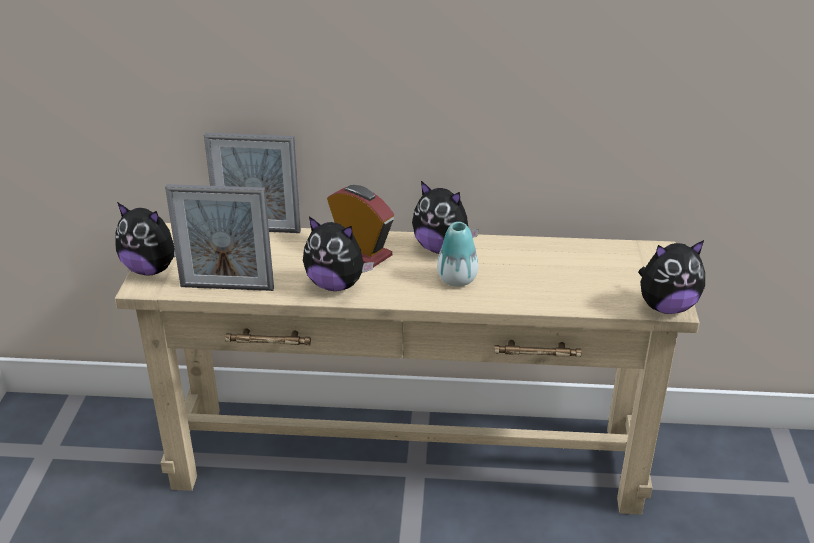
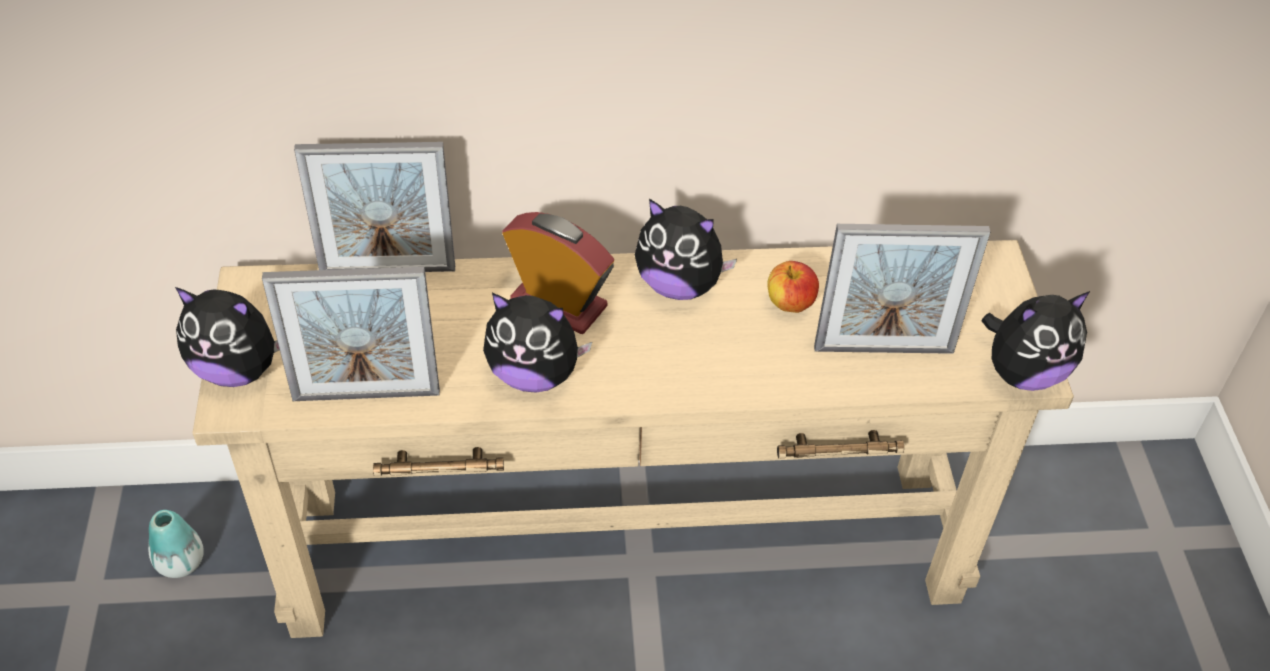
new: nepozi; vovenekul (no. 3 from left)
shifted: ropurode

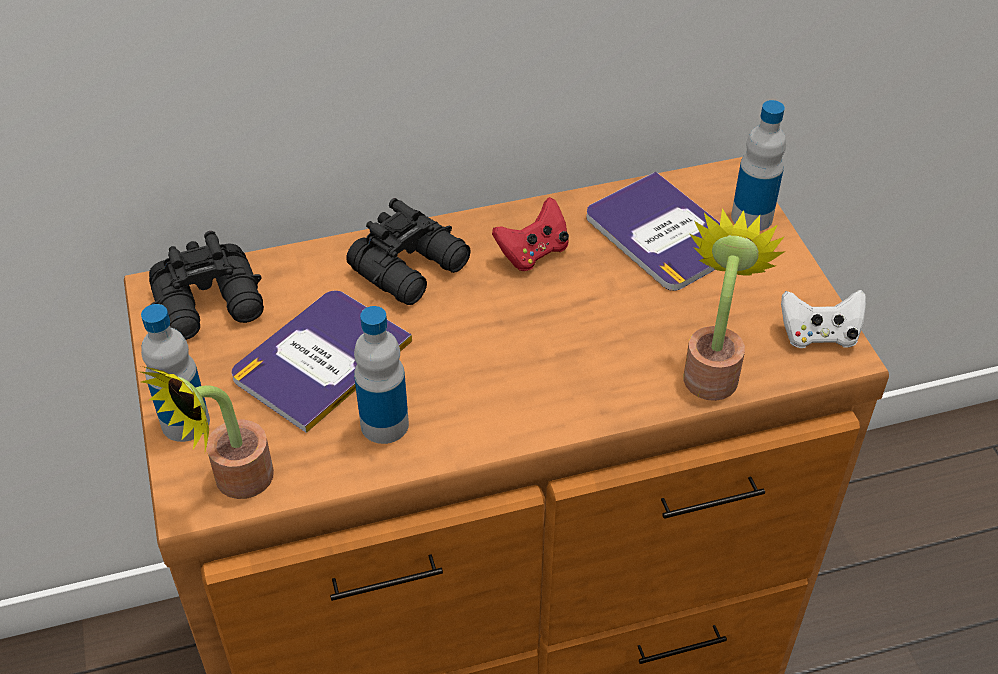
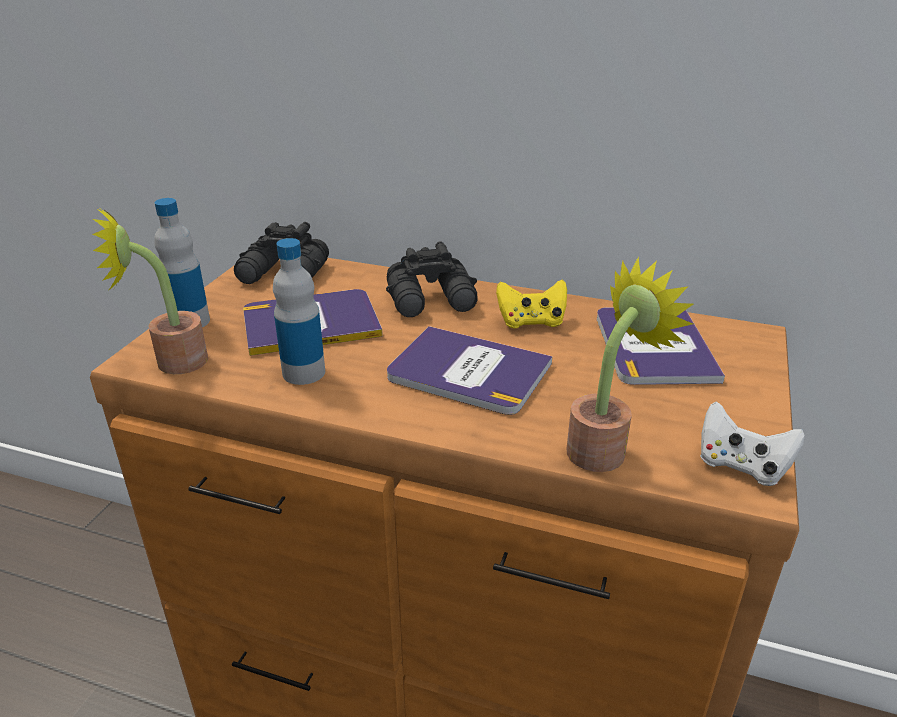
gone: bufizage (no. 3 from left)
new: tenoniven (no. 2 from left)
repainted: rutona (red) to rutona (yellow)

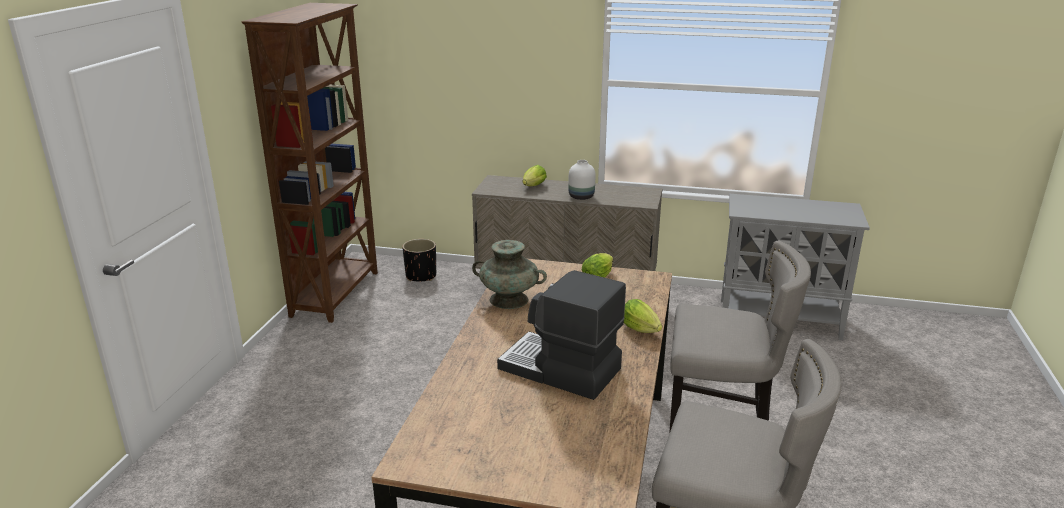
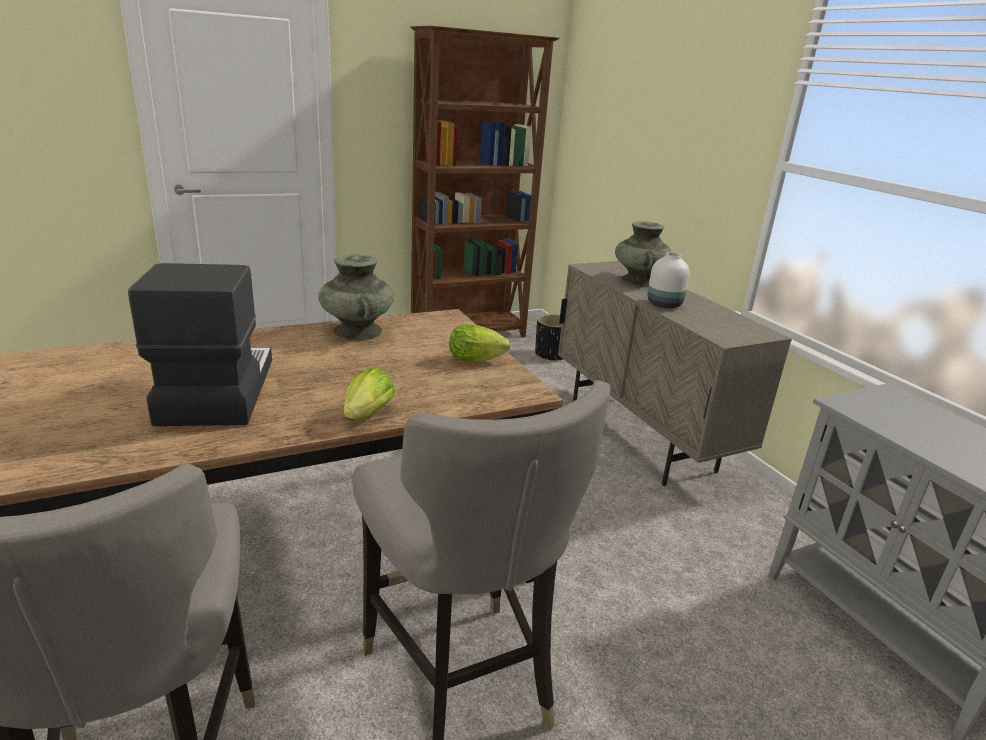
swapped: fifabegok (no. 1 from left) to ropurode (turquoise) (no. 2 from left)

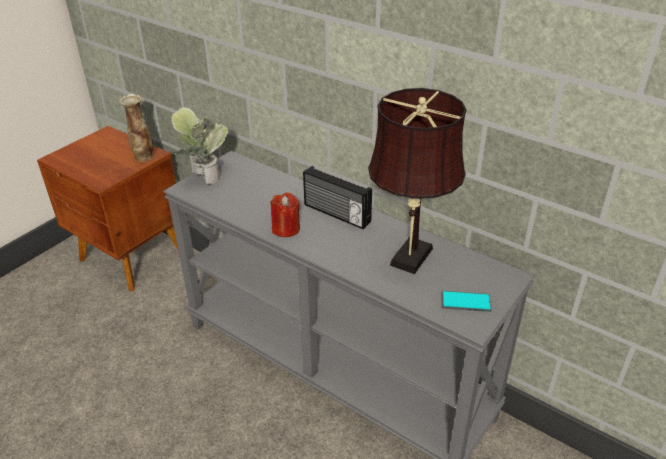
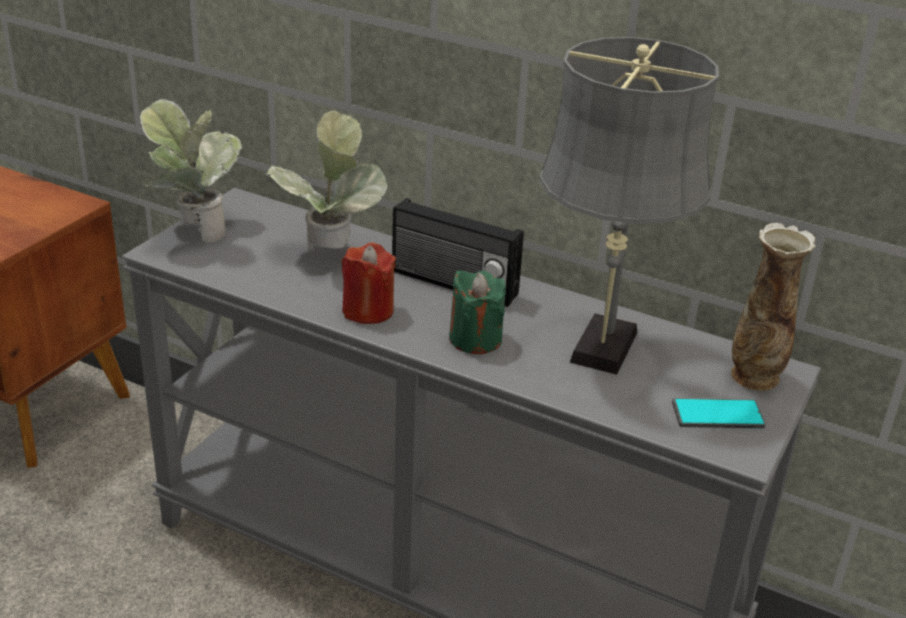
new: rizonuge (no. 2 from left); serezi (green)
shifted: ropurode
repainted: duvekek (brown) to duvekek (grey)

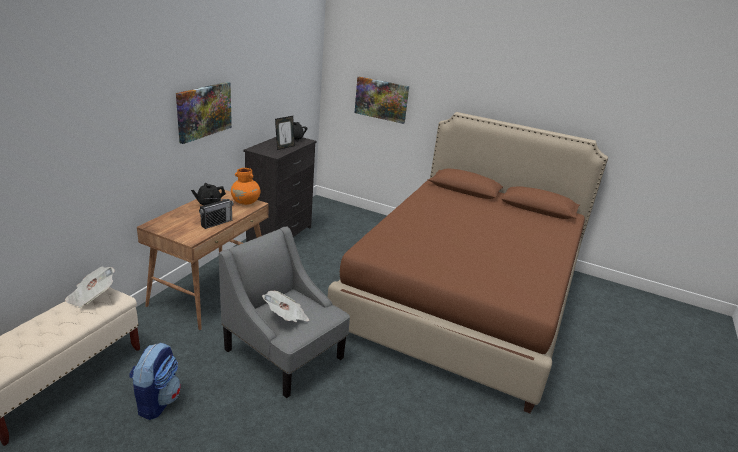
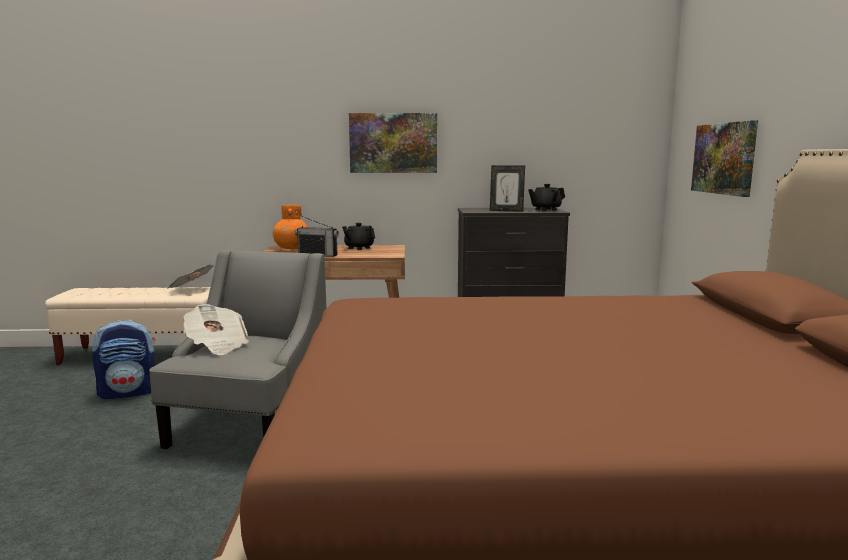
shifted: ropurode (orange)

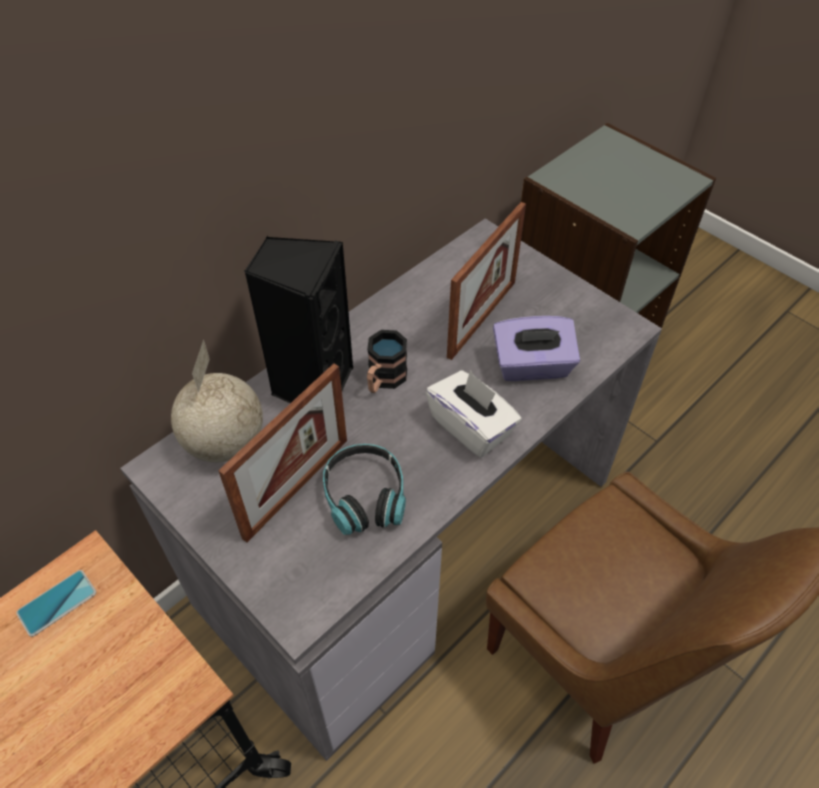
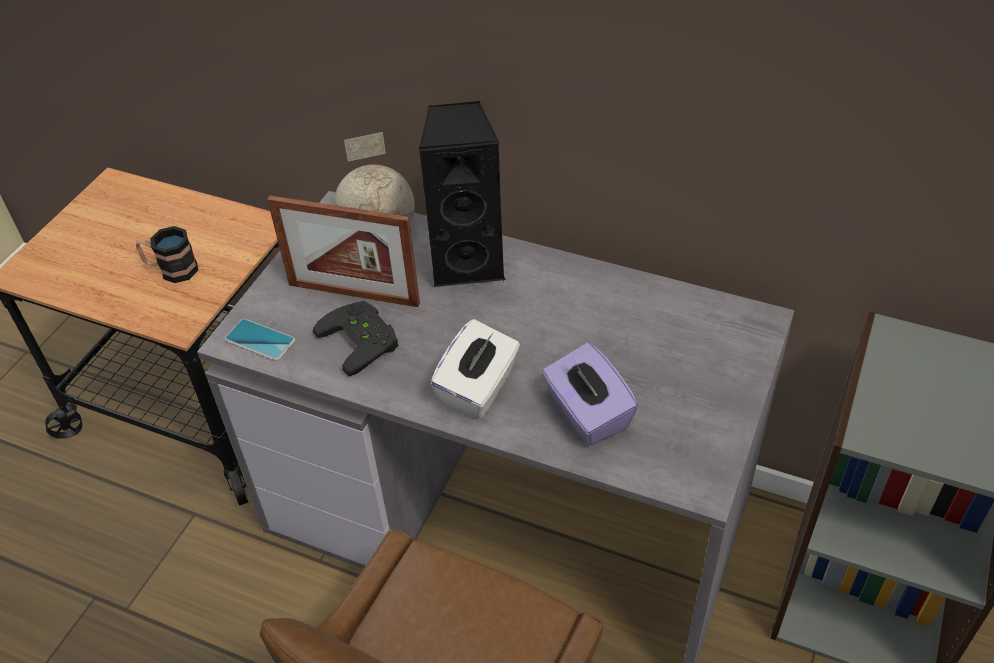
gone: vovenekul (no. 2 from left)
shifted: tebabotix; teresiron
swapped: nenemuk to rutona (black)

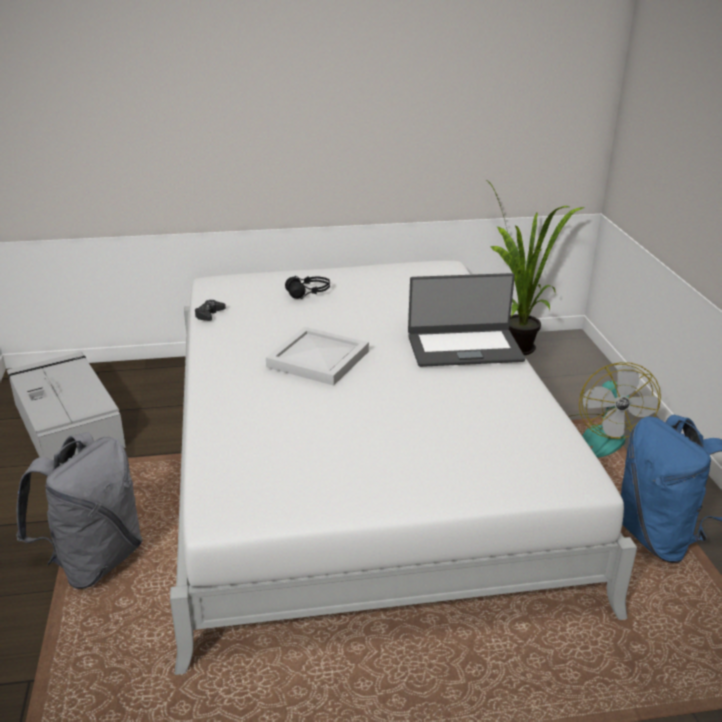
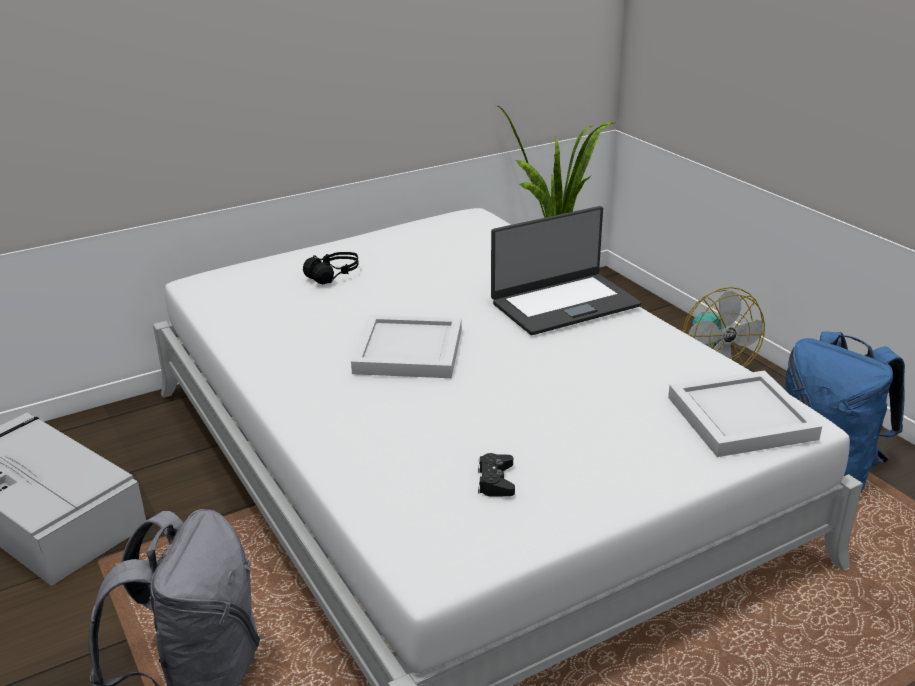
new: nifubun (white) (no. 2 from left)
shifted: rutona (black)

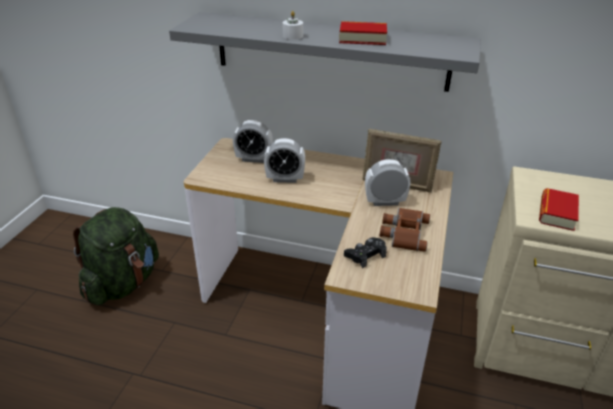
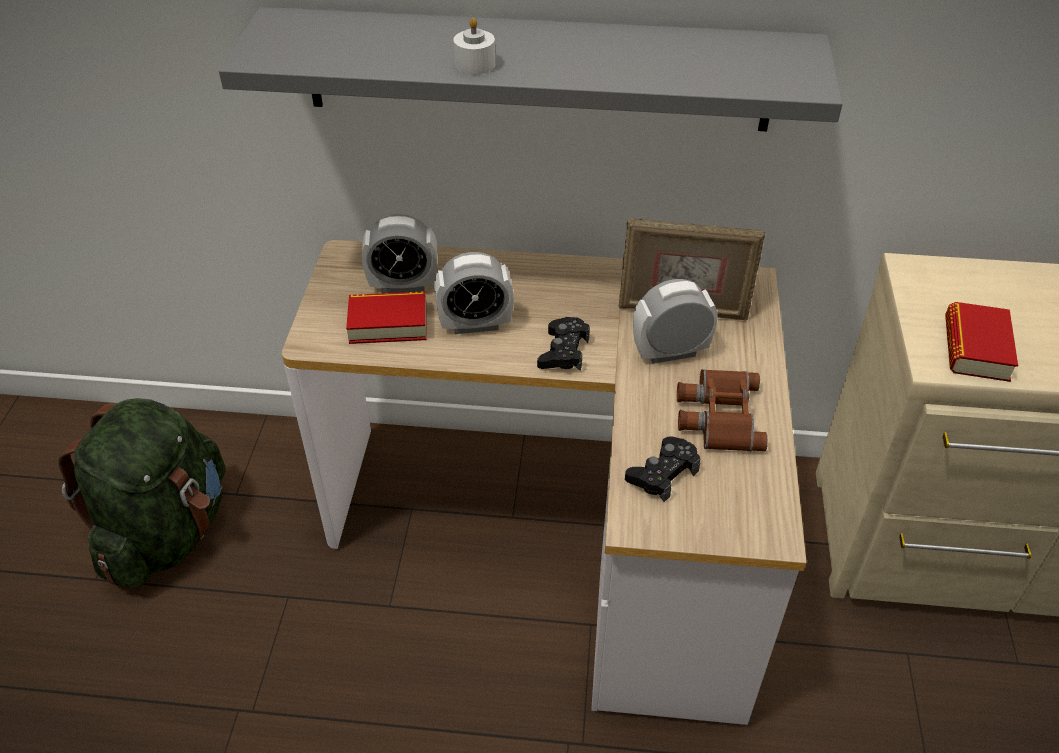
new: rutona (black) (no. 1 from left)
shifted: tenoniven (no. 1 from left)

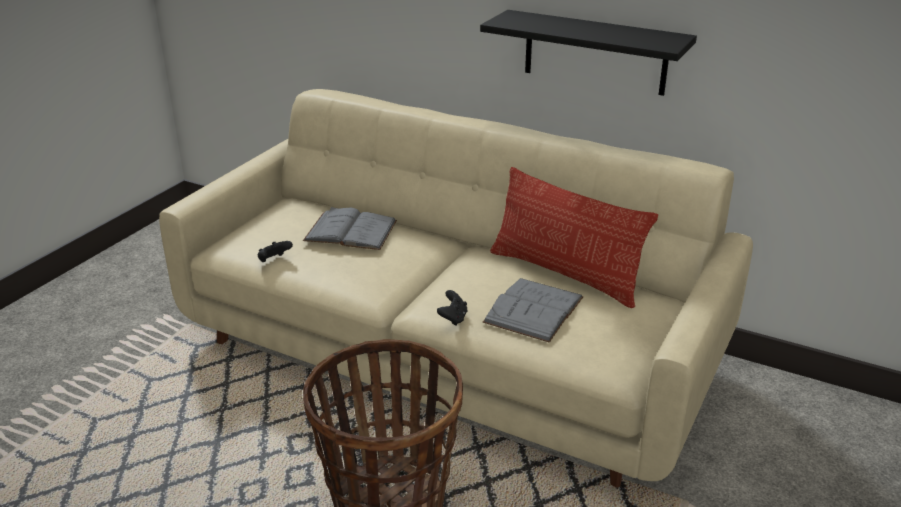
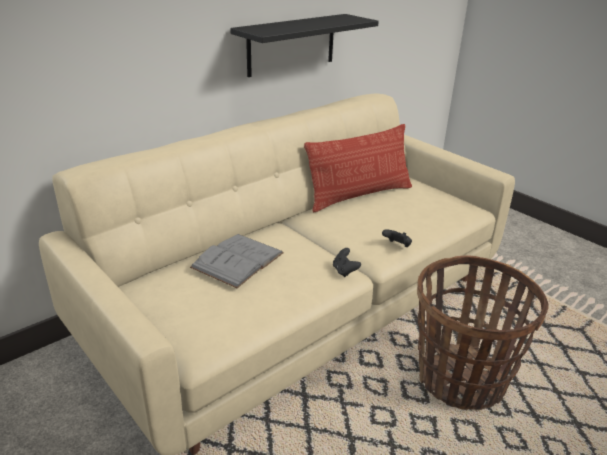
gone: tenoniven (grey) (no. 2 from left)
shifted: rutona (black) (no. 1 from left)

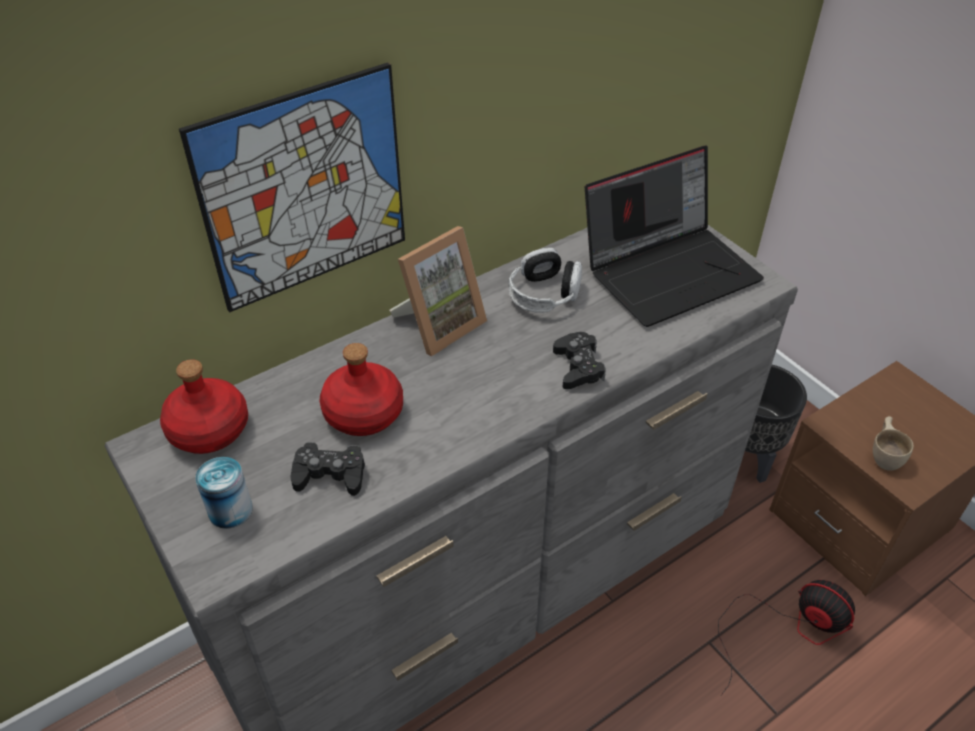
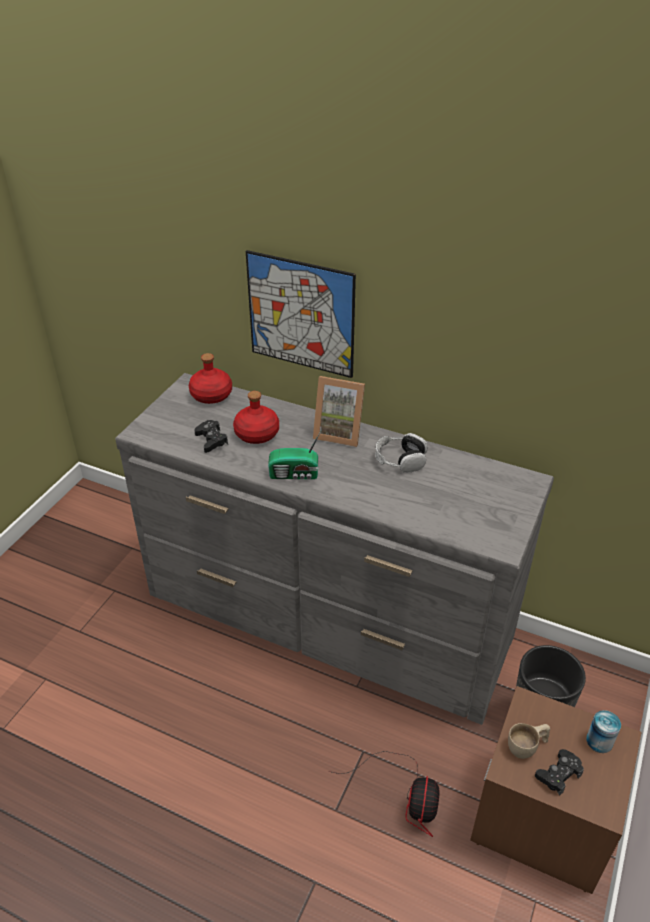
gone: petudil
new: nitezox
shifted: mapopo; rutona (black) (no. 2 from left)

